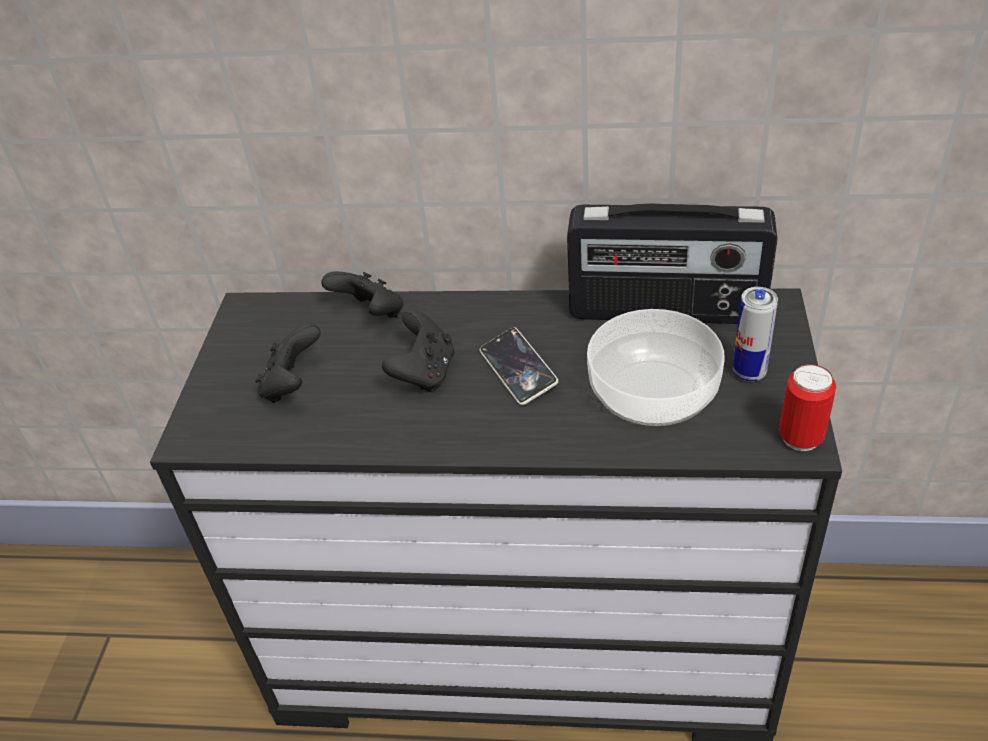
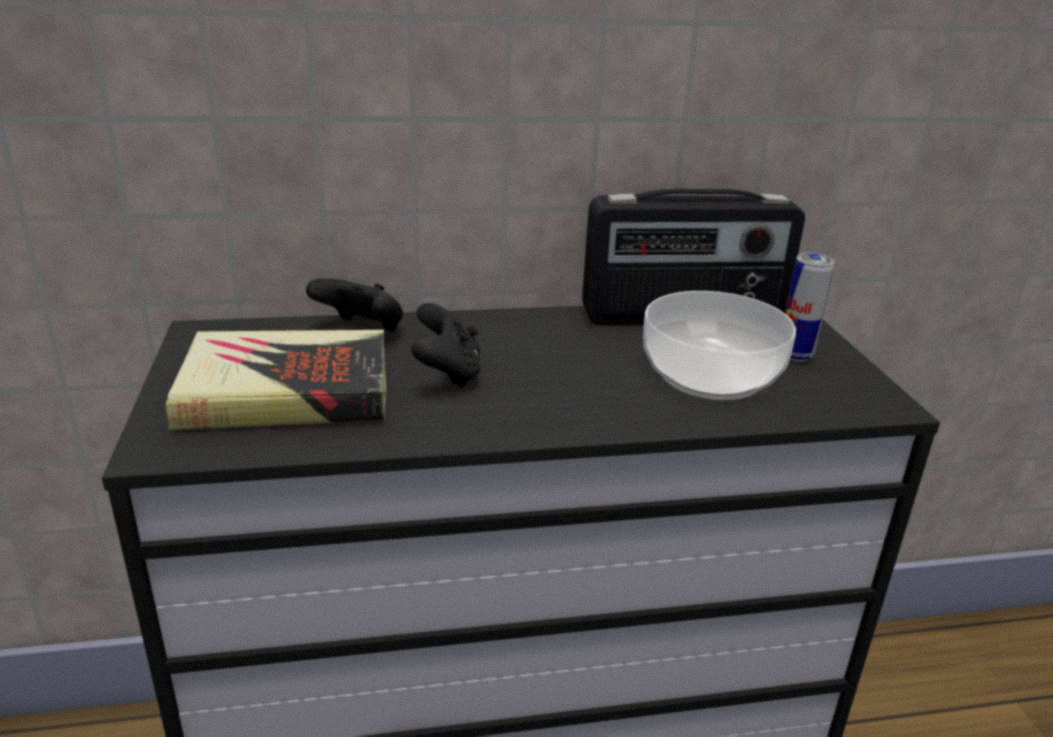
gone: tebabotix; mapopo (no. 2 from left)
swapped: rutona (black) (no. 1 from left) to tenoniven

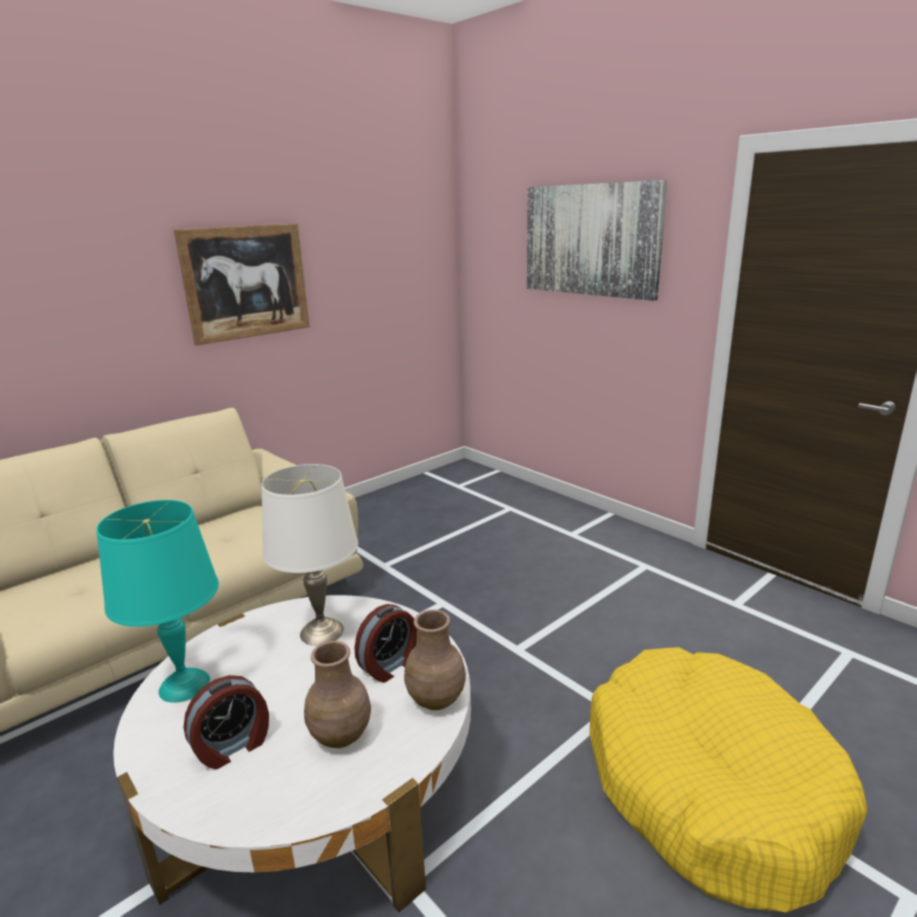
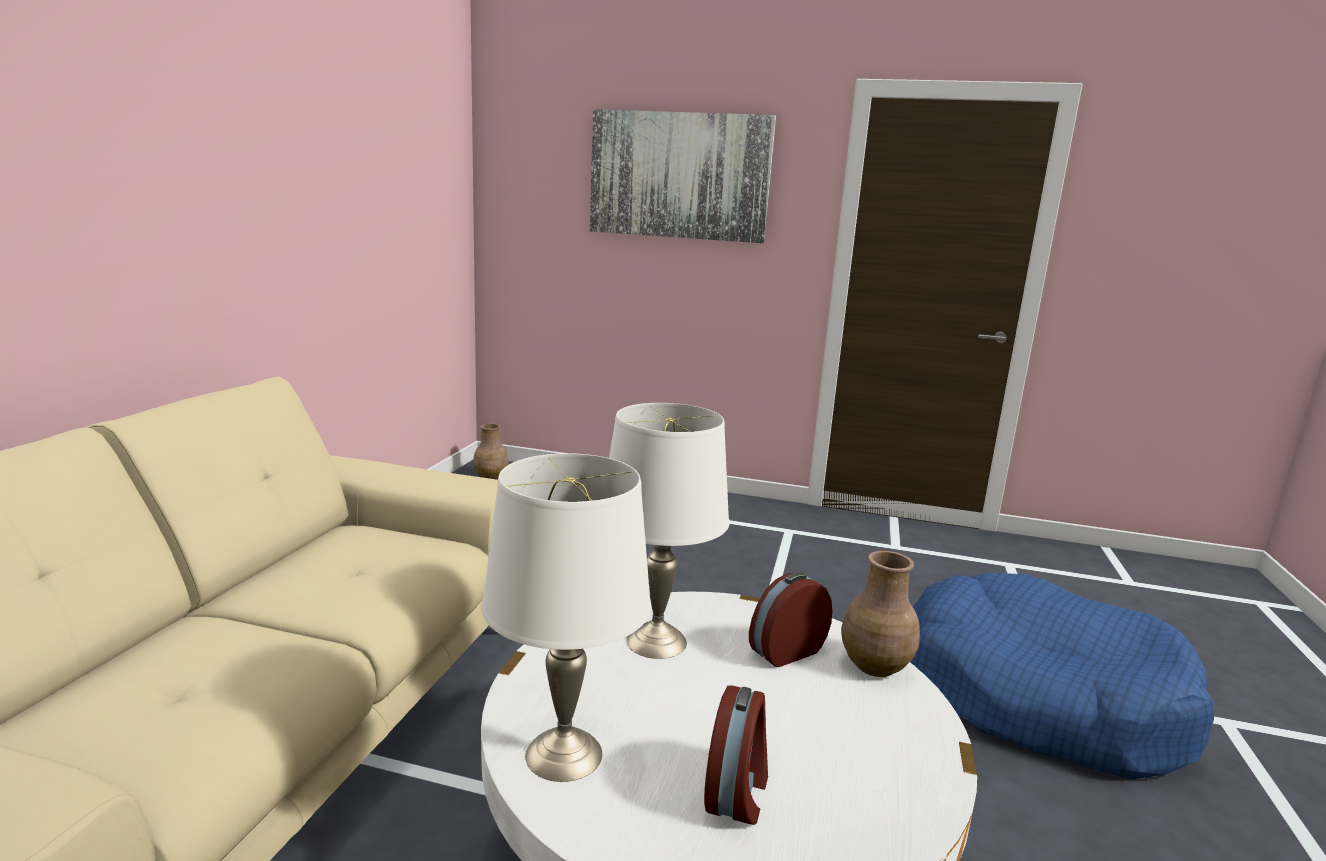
gone: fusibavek (no. 1 from left)
shifted: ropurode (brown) (no. 1 from left)
repainted: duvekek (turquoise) to duvekek (white) (no. 1 from left); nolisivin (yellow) to nolisivin (blue)
rotated: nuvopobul (no. 2 from left) 135 degrees counterclockwise

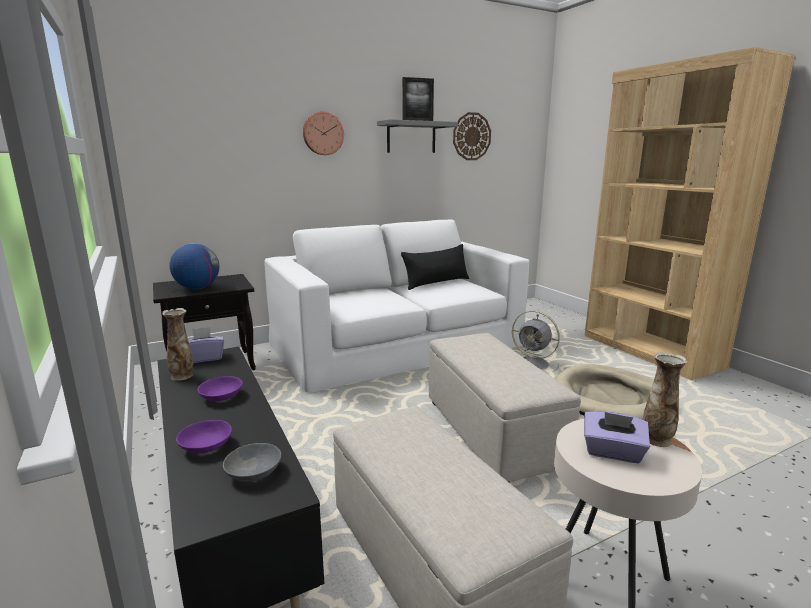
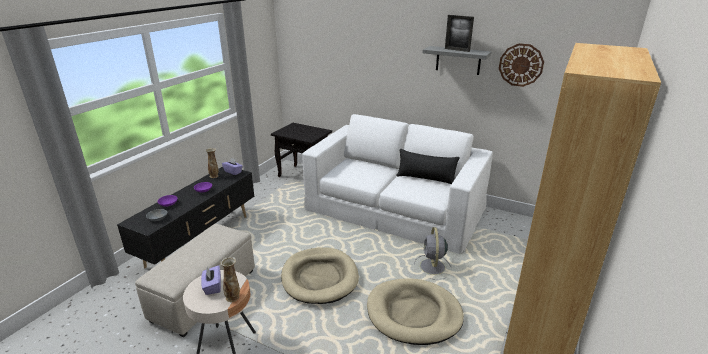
gone: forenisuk; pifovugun (no. 1 from left)
swapped: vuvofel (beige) (no. 2 from left) to nolisivin (beige) (no. 1 from left)

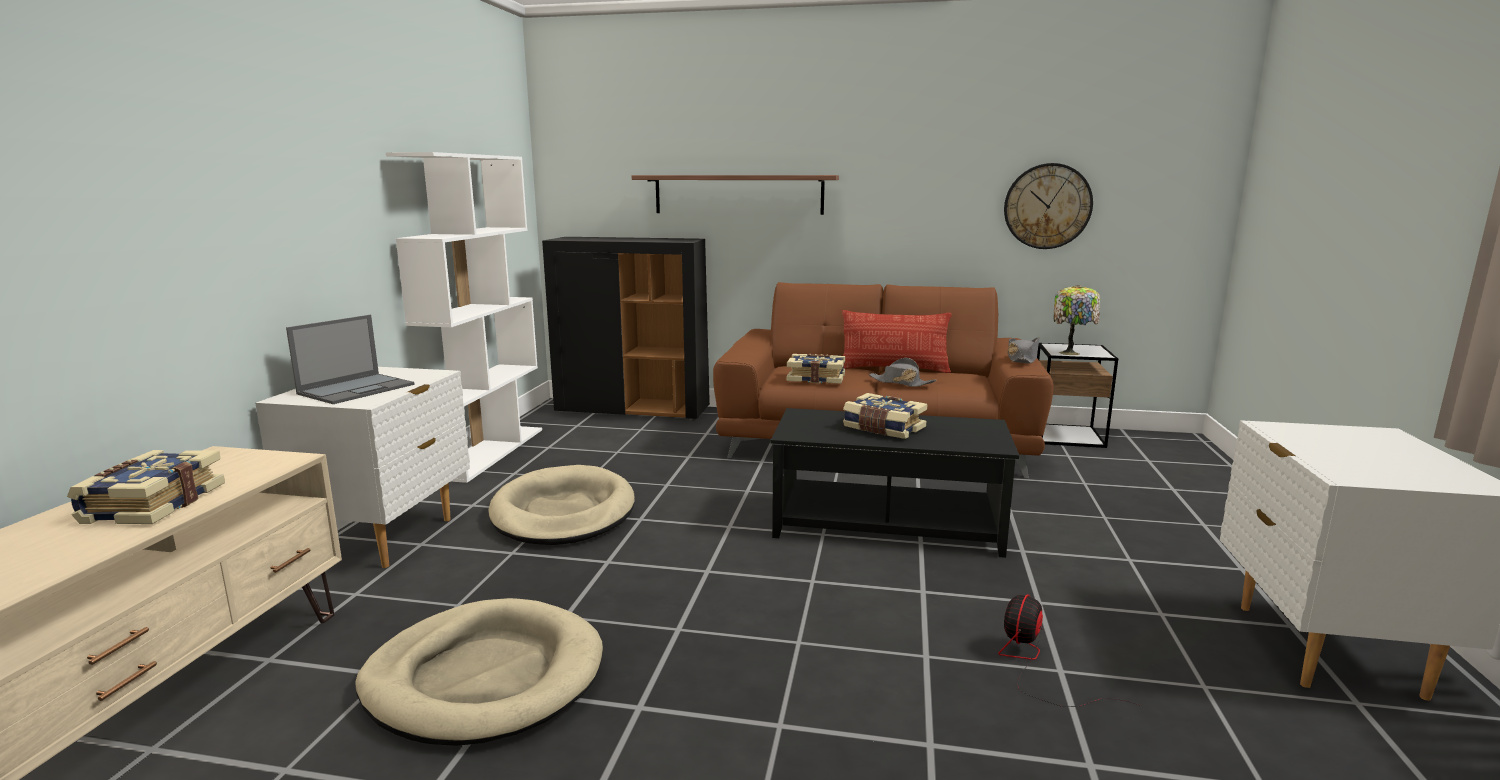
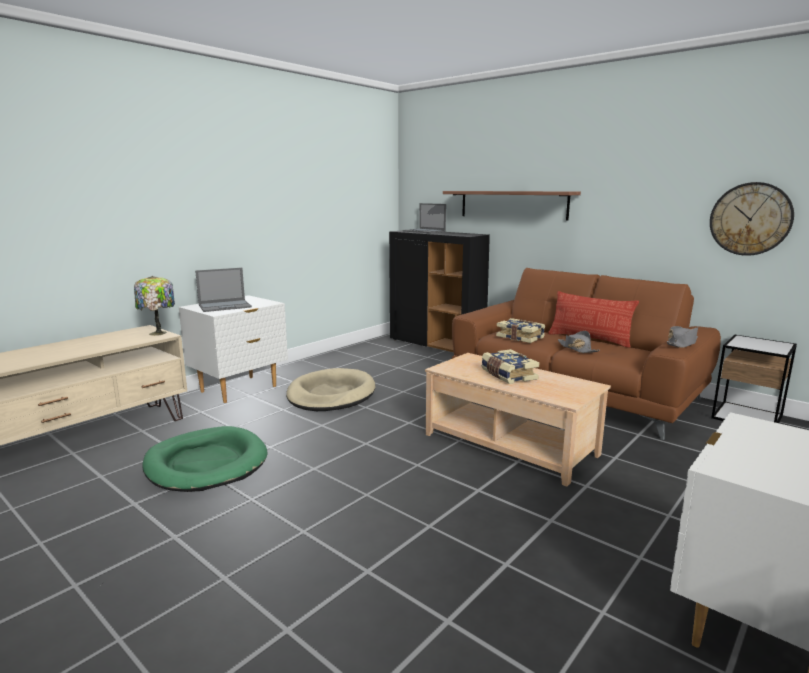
gone: tenoniven (no. 1 from left); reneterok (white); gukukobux
new: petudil (no. 2 from left)
shifted: duvekek
repainted: nolisivin (beige) (no. 1 from left) to nolisivin (green); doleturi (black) to doleturi (beige)

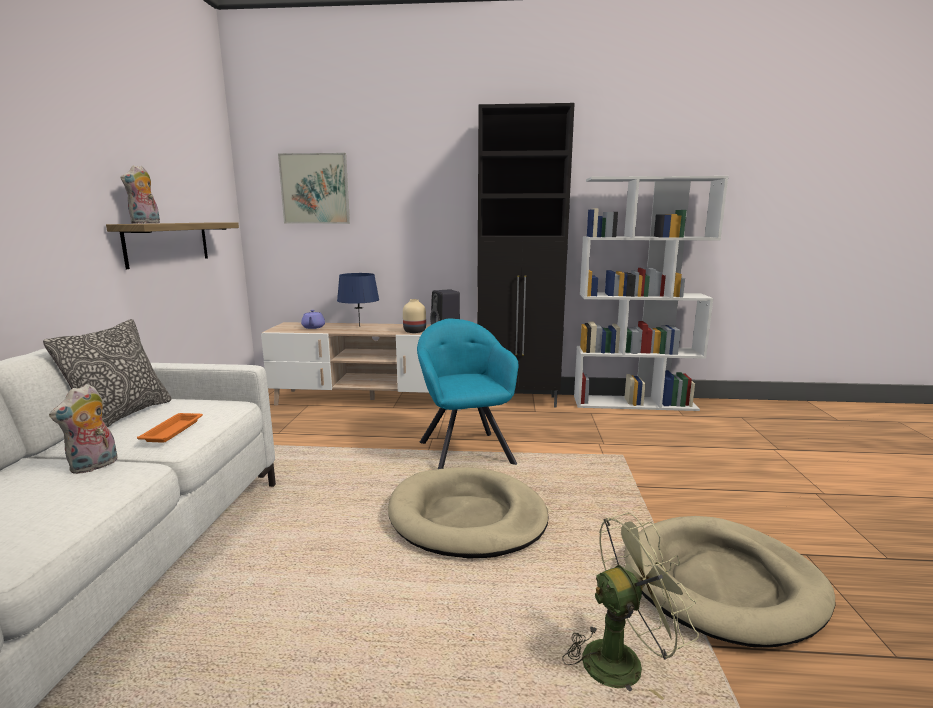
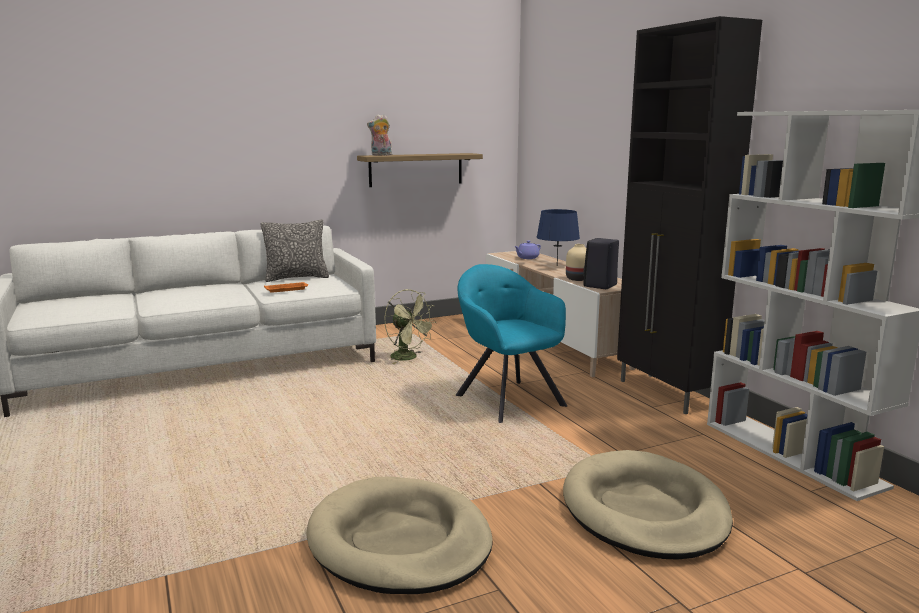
gone: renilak (no. 1 from left); fusibavek
shifted: nolisivin (beige) (no. 1 from left in the first image) to nolisivin (beige) (no. 2 from left); gukukobux (green)
rotated: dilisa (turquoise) 75 degrees counterclockwise

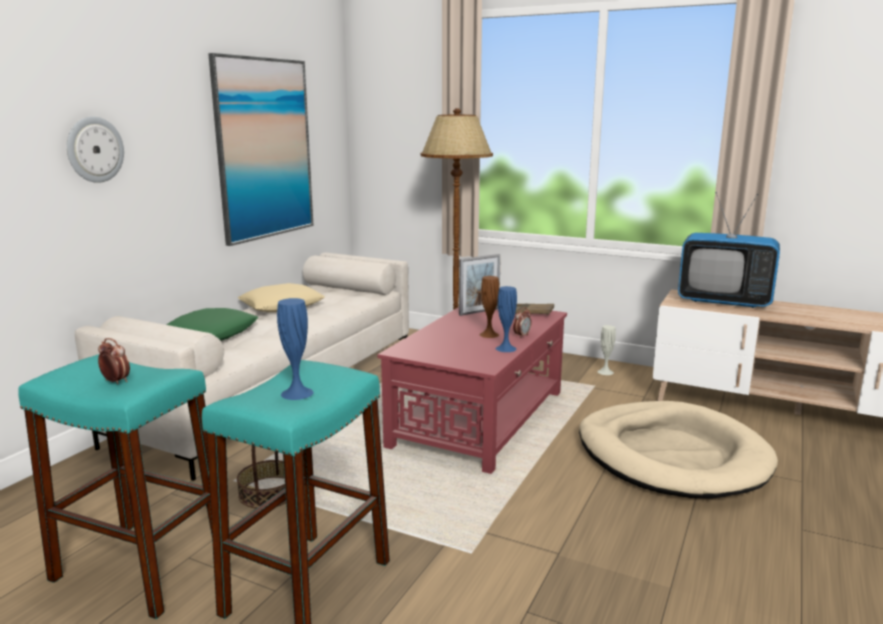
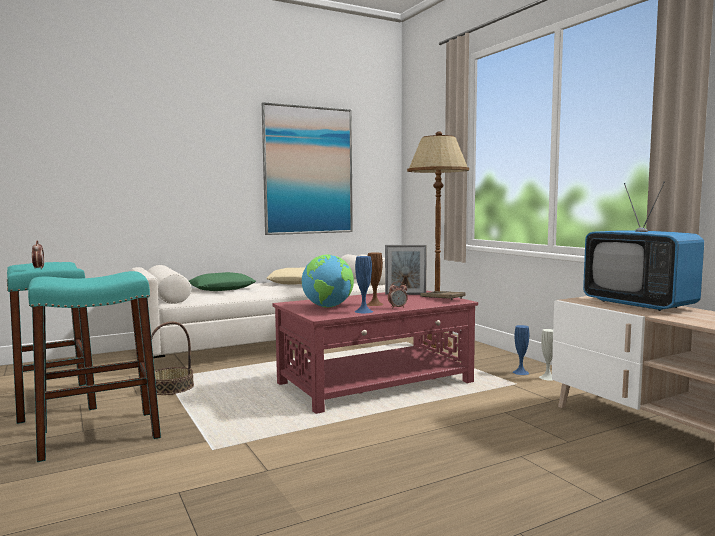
gone: pifovugun; nolisivin (beige)
new: forenisuk
shifted: ropurode (blue) (no. 1 from left in the first image) to ropurode (blue) (no. 2 from left)

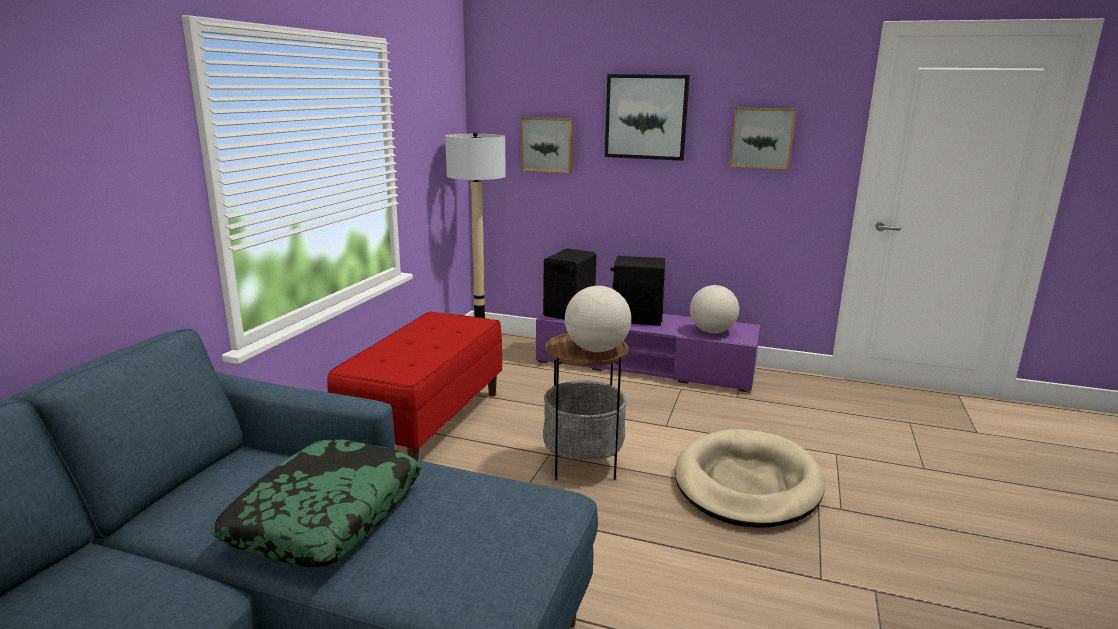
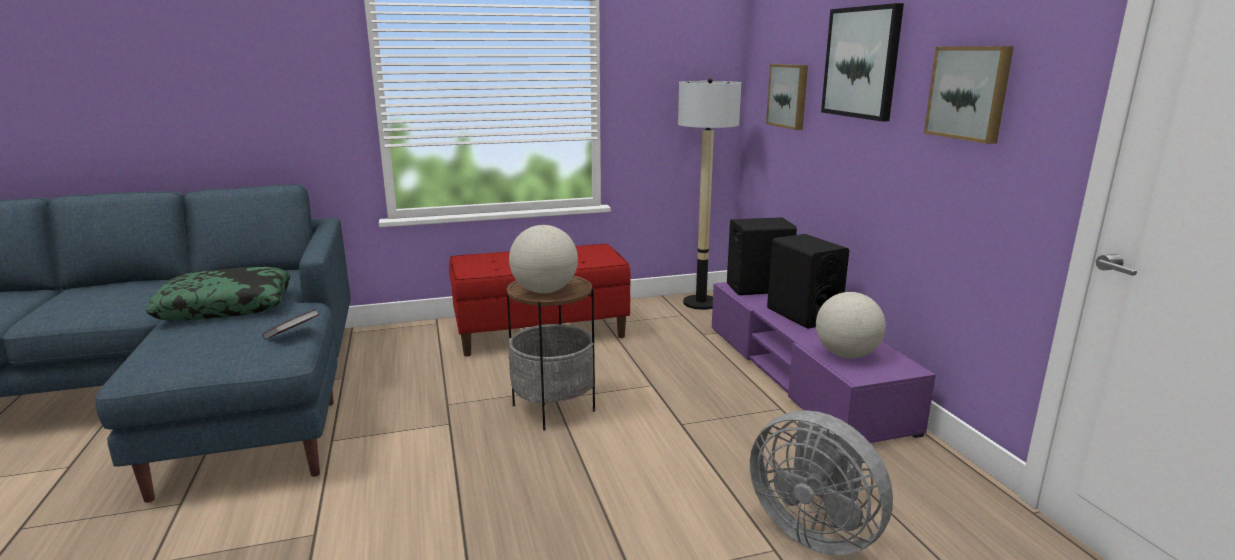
gone: nolisivin (beige)
new: tenoniven; gukukobux (grey)

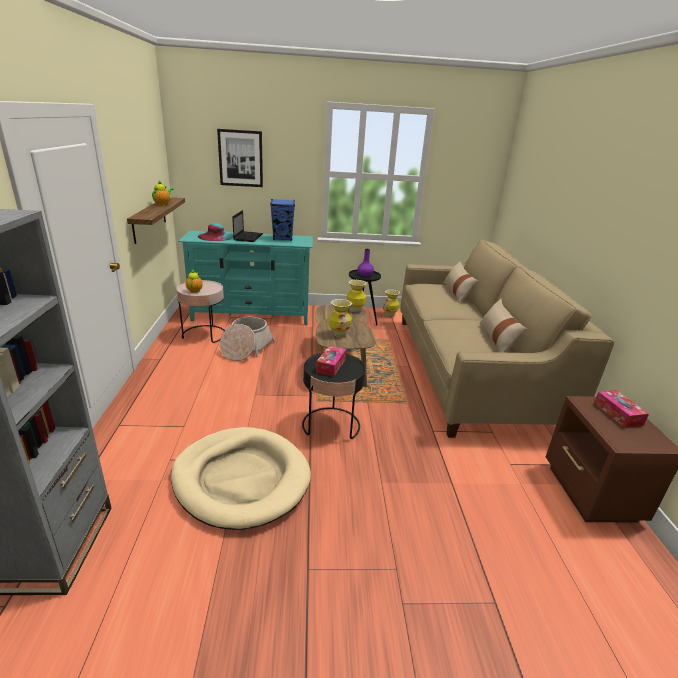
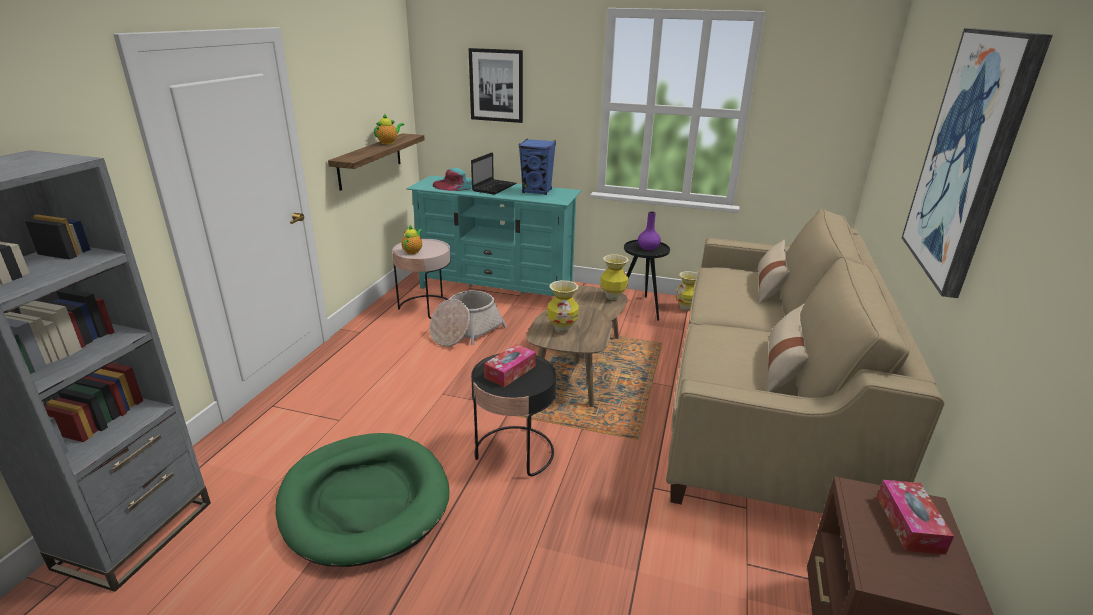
new: fusibavek (no. 2 from left)
repainted: nolisivin (beige) to nolisivin (green)

